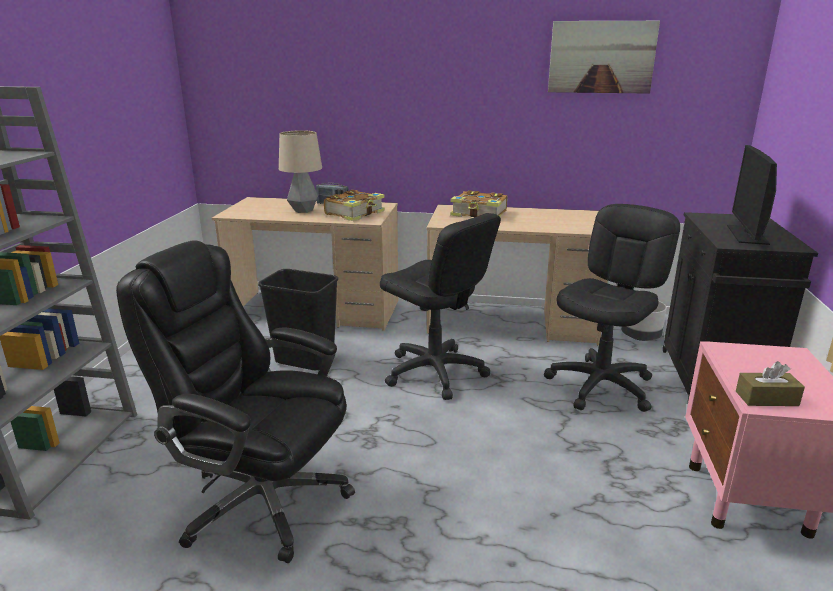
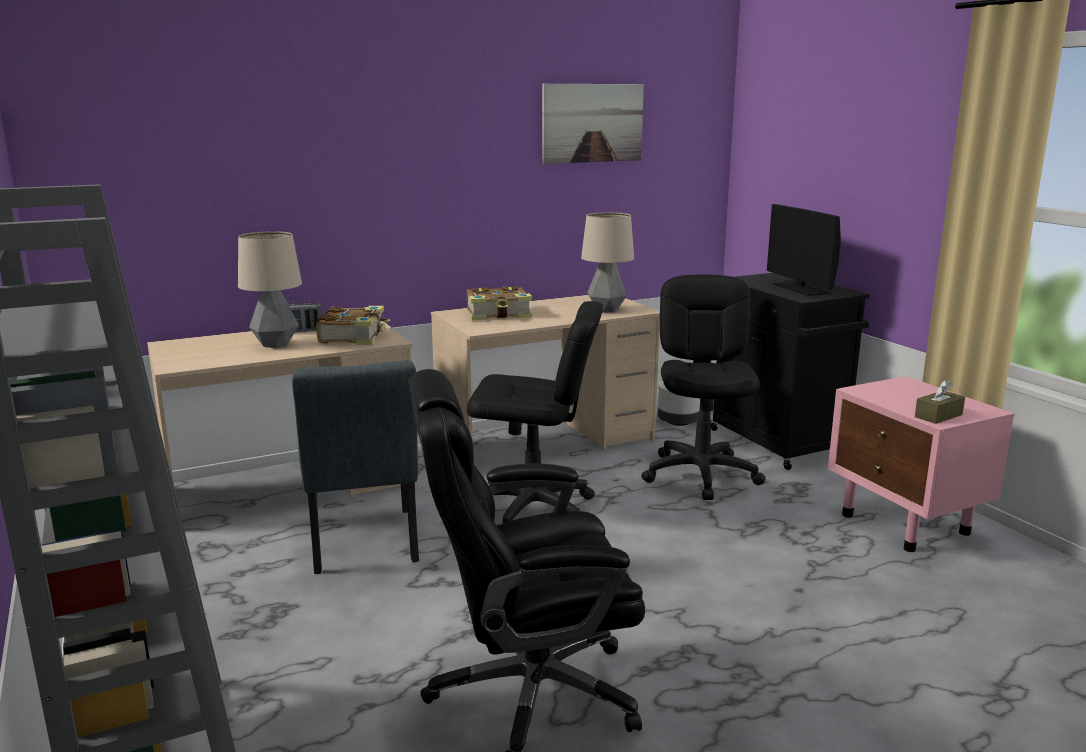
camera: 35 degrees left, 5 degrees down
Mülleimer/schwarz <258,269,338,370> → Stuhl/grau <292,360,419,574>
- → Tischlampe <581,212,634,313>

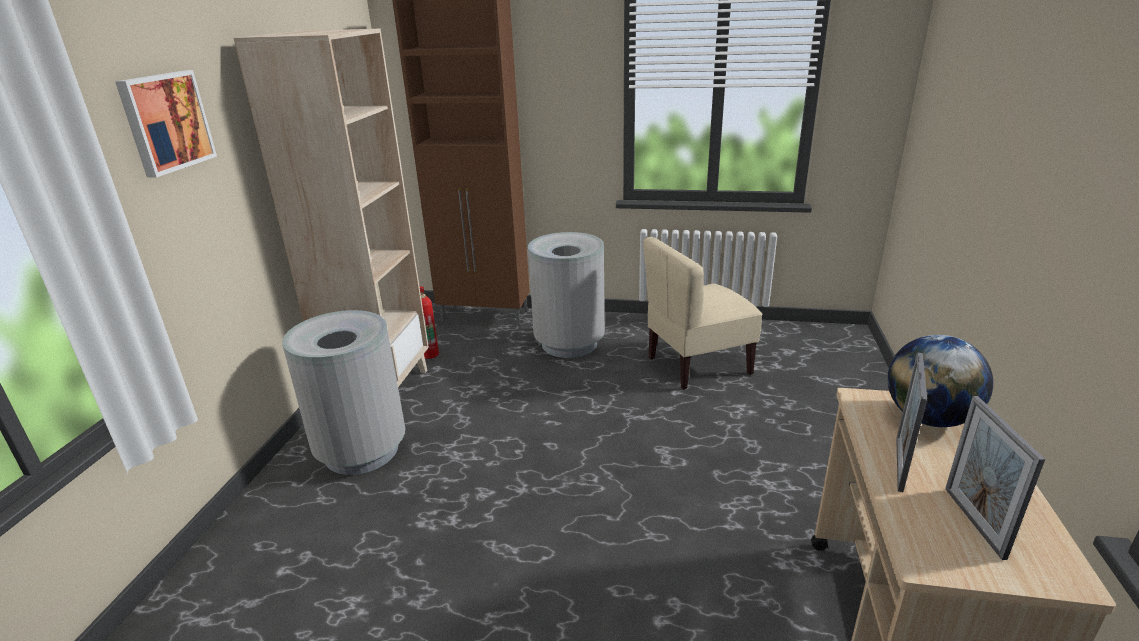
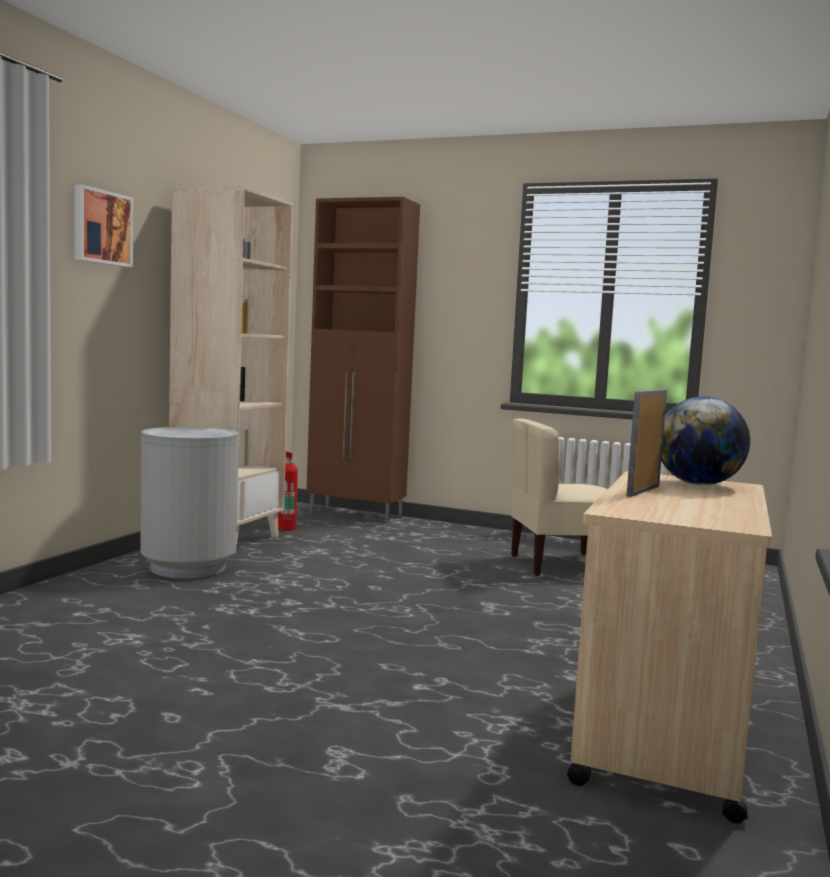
camera: 10 degrees right, 20 degrees down
Mülleimer/grau <528,232,605,358> → -
Bilderrahmen <945,396,1045,560> → -

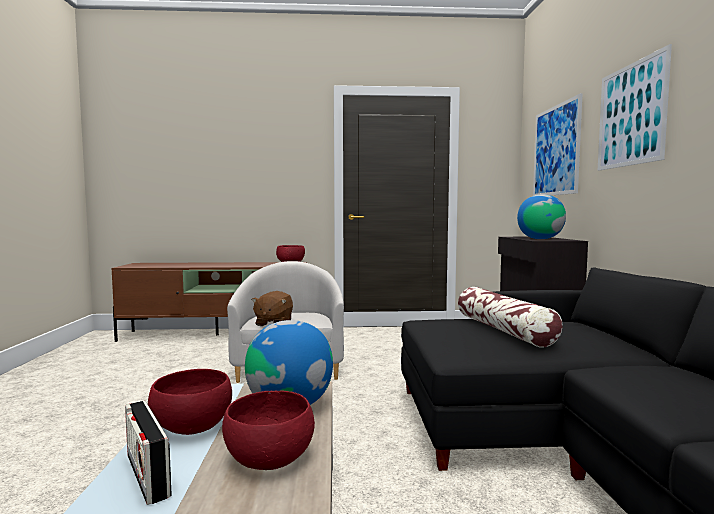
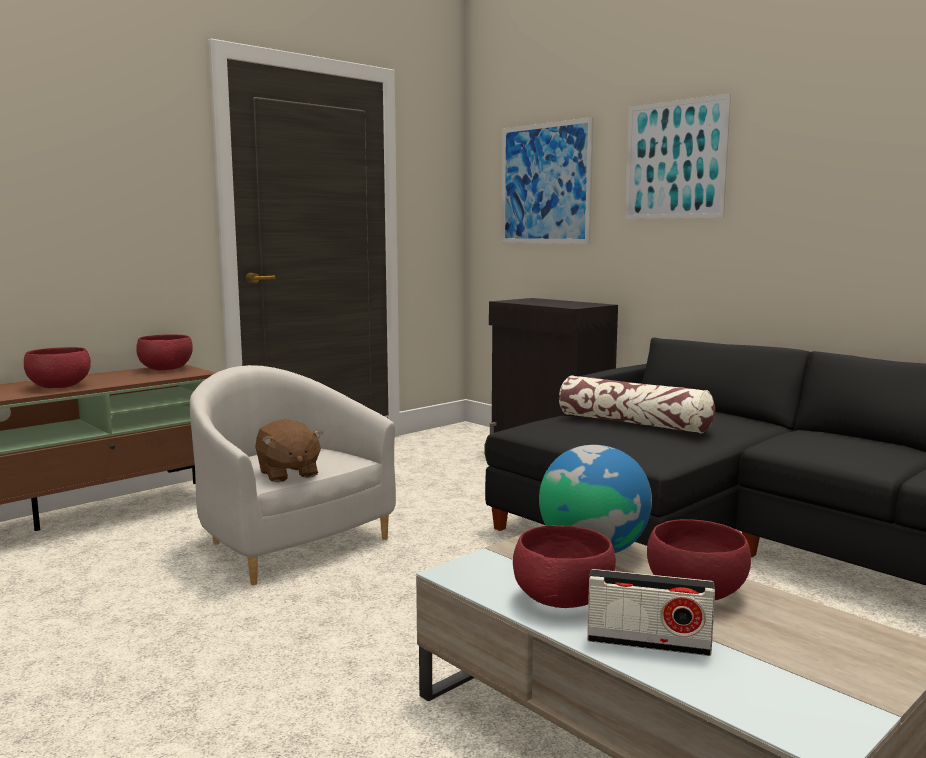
camera: 40 degrees left, 5 degrees up
Globus <517,194,566,239> → -
- → Schüssel/rot <24,347,91,388>

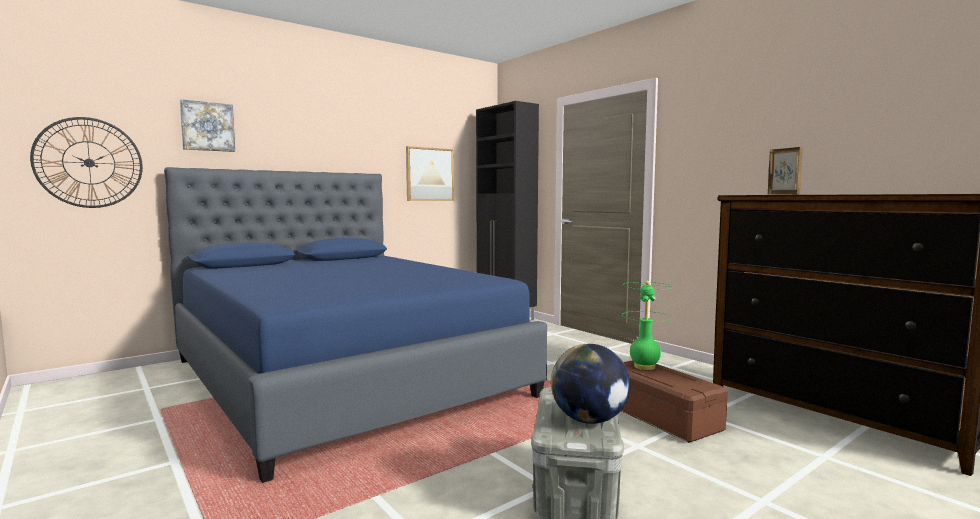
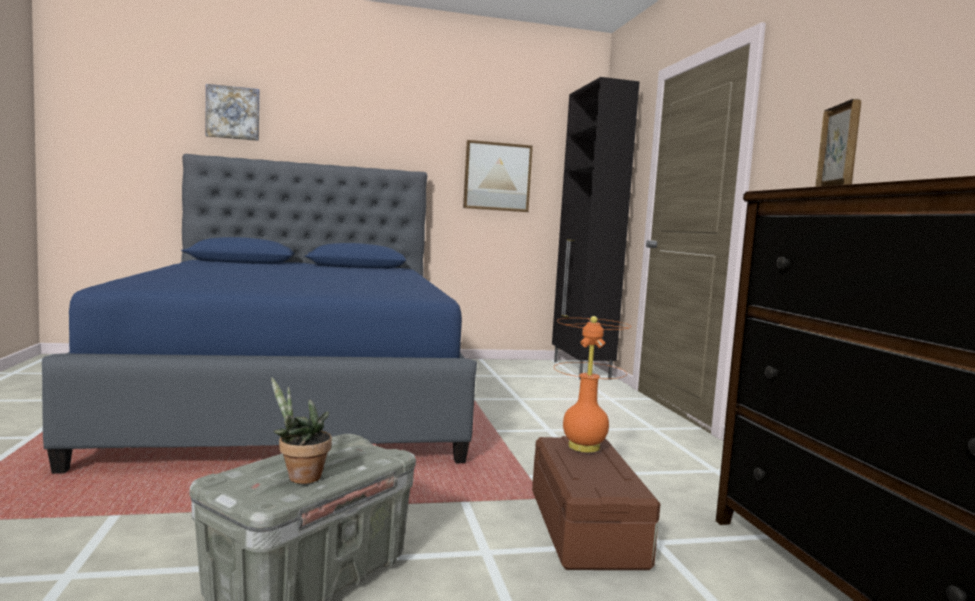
camera: 25 degrees right, 0 degrees up
Wanduhr <30,117,143,208> → -
Globus <551,344,630,424> → Topfpflanze <271,377,332,484>
Tischlampe/grün <622,281,673,370> → Tischlampe/orange <554,316,631,453>

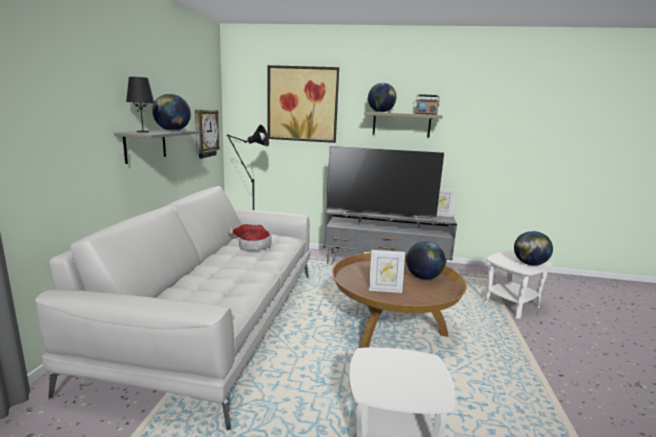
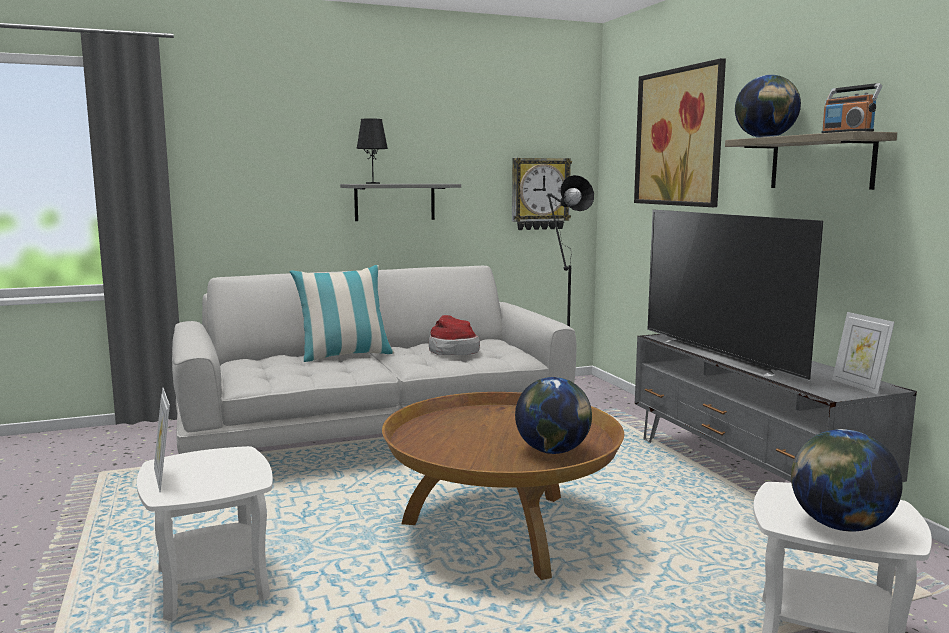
camera: 60 degrees right, 5 degrees down
Globus <152,94,191,131> → -
Bilderrahmen <369,250,405,293> → Bilderrahmen <154,387,170,492>, shifted
- → Kissen <290,265,394,362>

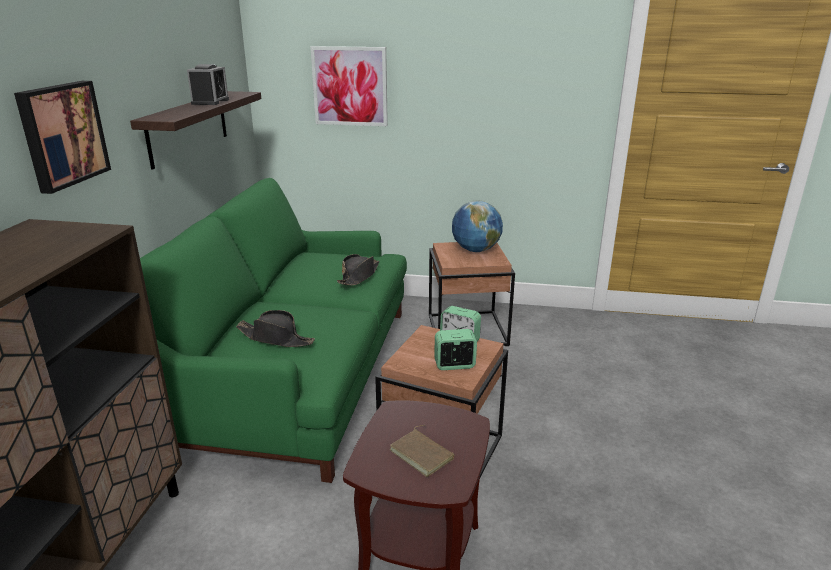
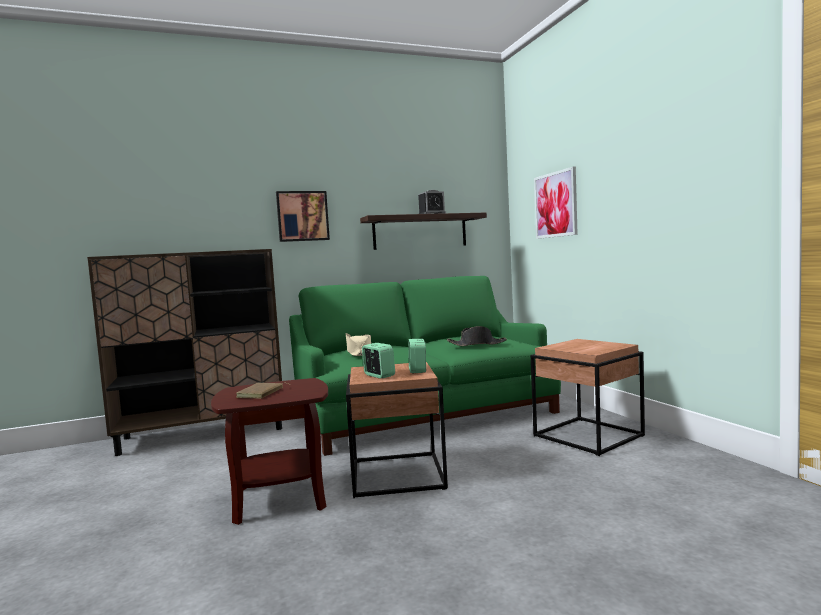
camera: 60 degrees right, 20 degrees down
Hut/schwarz <236,310,315,347> → Hut/beige <346,333,371,356>
Globus <452,201,503,252> → -

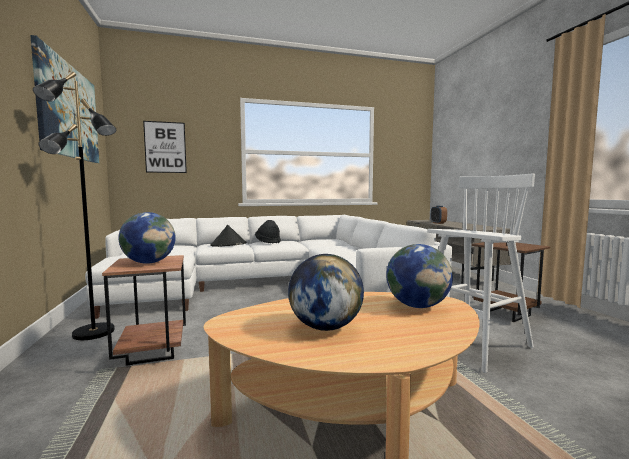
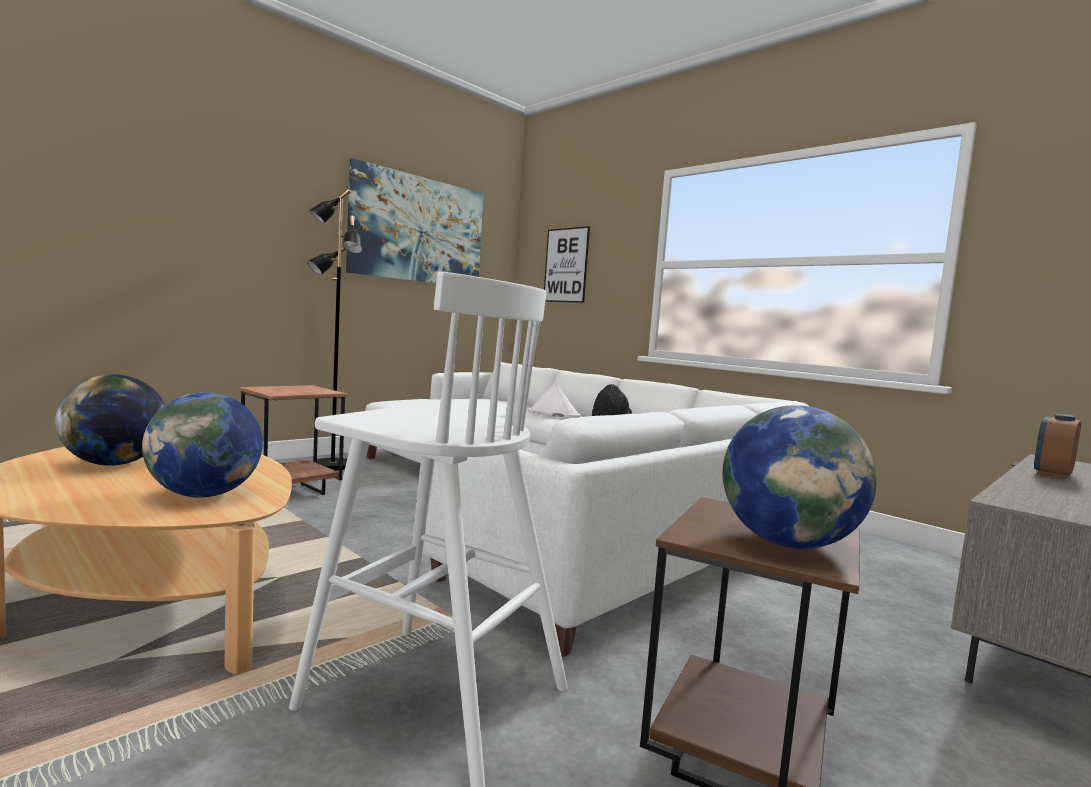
camera: 60 degrees right, 0 degrees up
Globus <118,212,176,264> → Globus <722,405,877,549>, shifted
Hut/schwarz <210,225,247,247> → Hut/weiß <528,382,581,418>

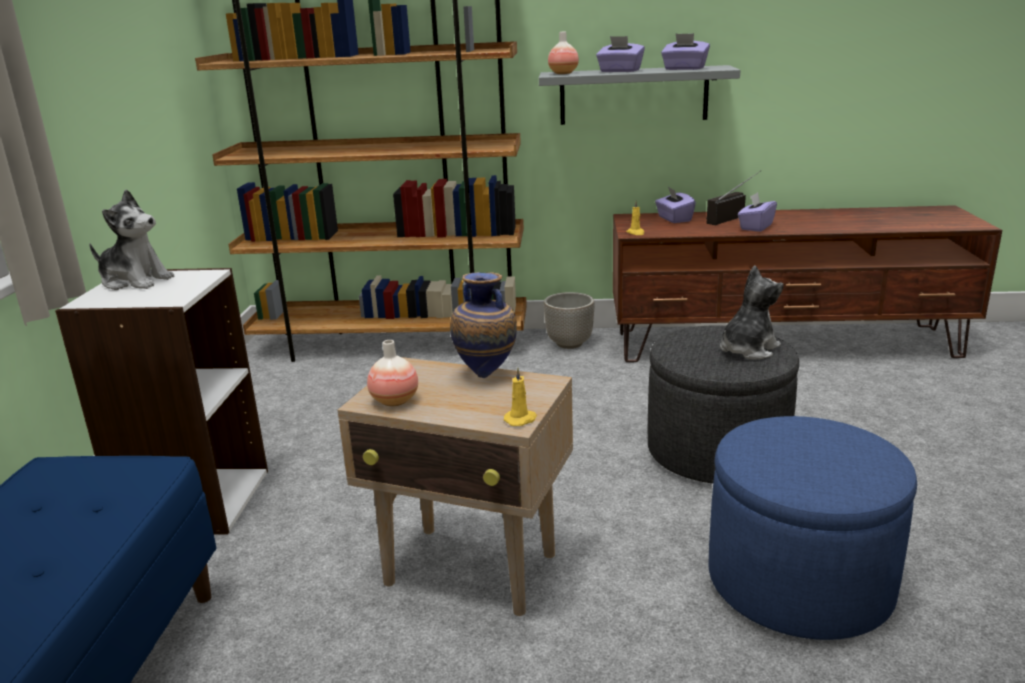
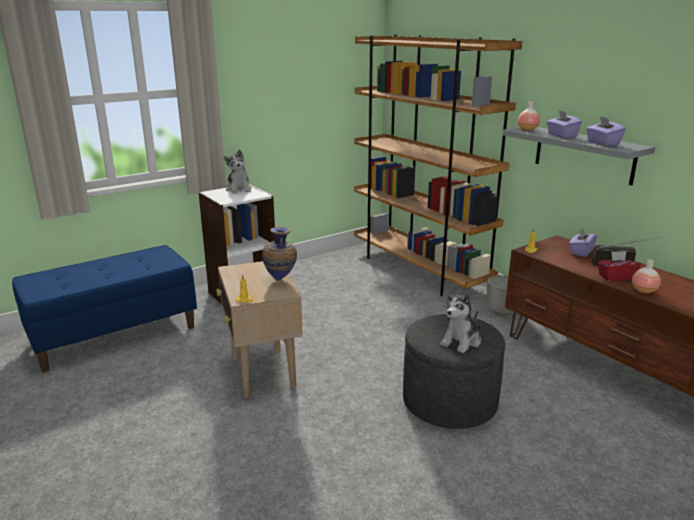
camera: 50 degrees right, 0 degrees up
Vase <367,340,418,406> → Vase <632,259,661,293>, shifted
Polsterhocker/blau <708,416,917,640> → -
Plüschtier <720,265,784,360> → Plüschtier <440,291,481,353>, 120 degrees clockwise
Taschentuchbox/lila <738,192,777,232> → Taschentuchbox/rot <597,251,641,281>

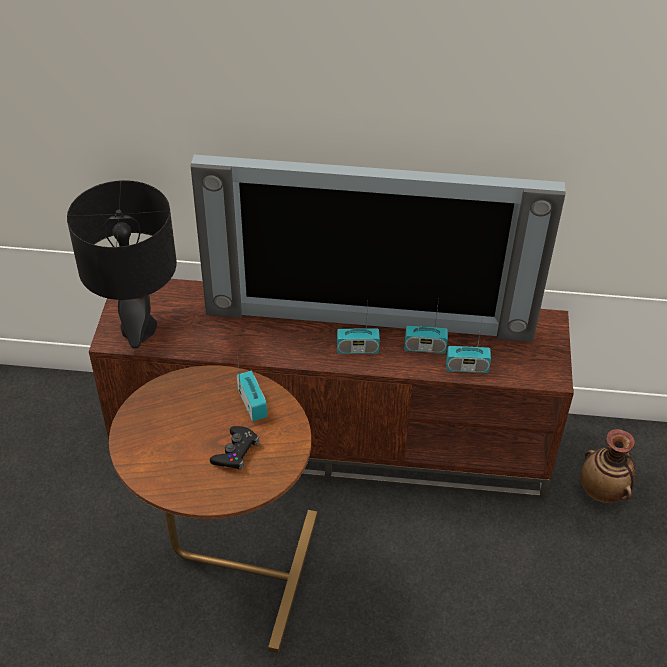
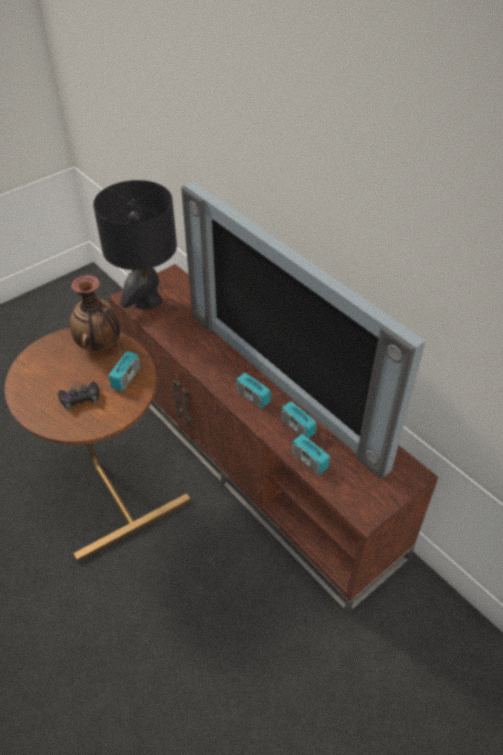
camera: 45 degrees right, 0 degrees up
Vase <581,429,636,503> → Vase <70,275,120,351>, shifted

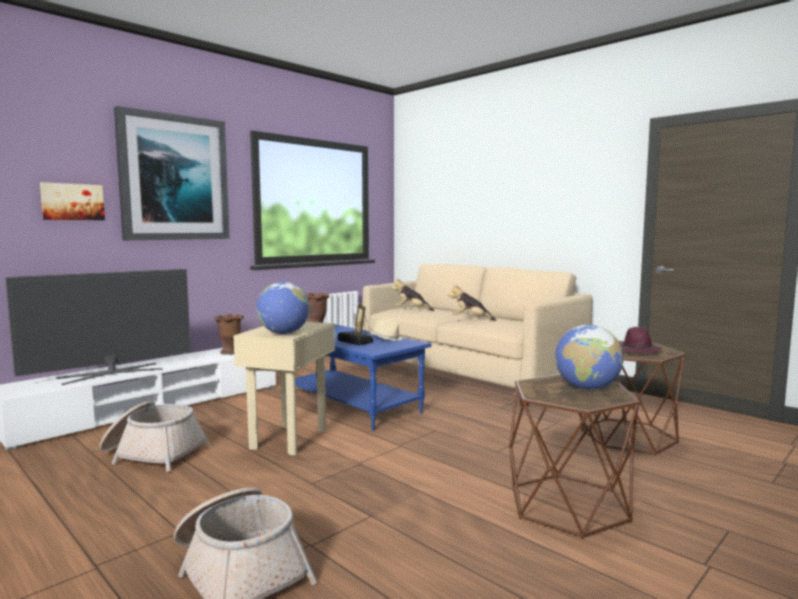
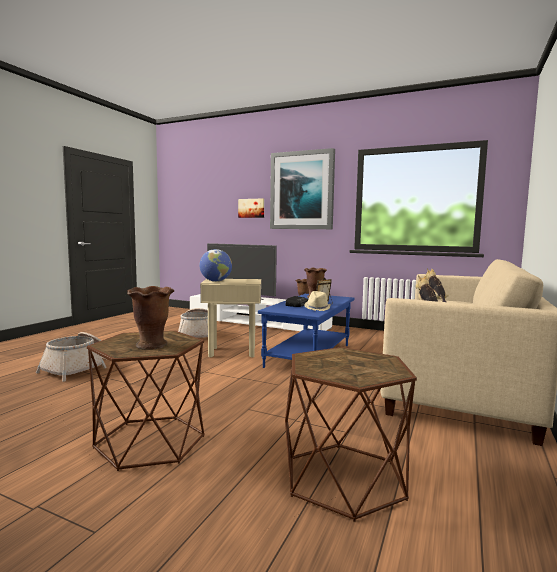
camera: 70 degrees right, 0 degrees up
Globus <555,325,624,390> → Vase/braun <127,286,175,350>
Hut/lila <620,327,663,353> → -

